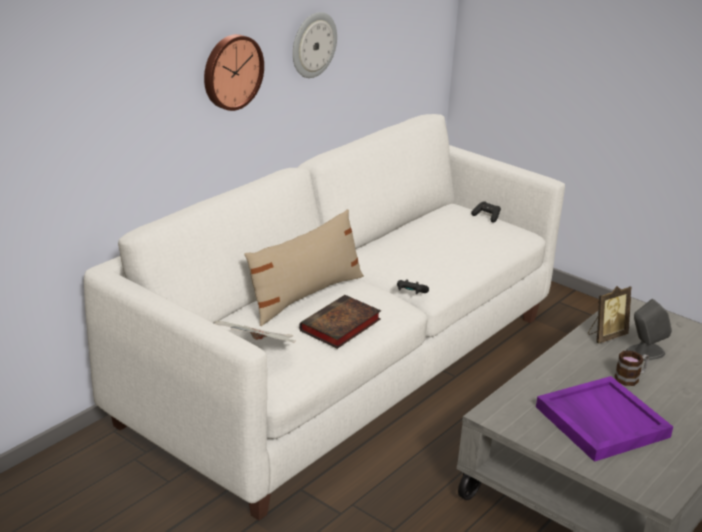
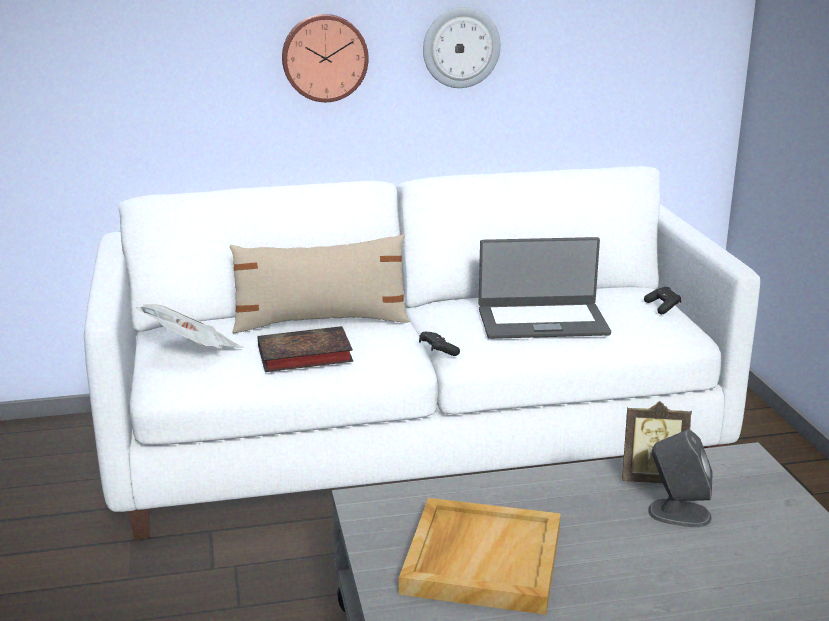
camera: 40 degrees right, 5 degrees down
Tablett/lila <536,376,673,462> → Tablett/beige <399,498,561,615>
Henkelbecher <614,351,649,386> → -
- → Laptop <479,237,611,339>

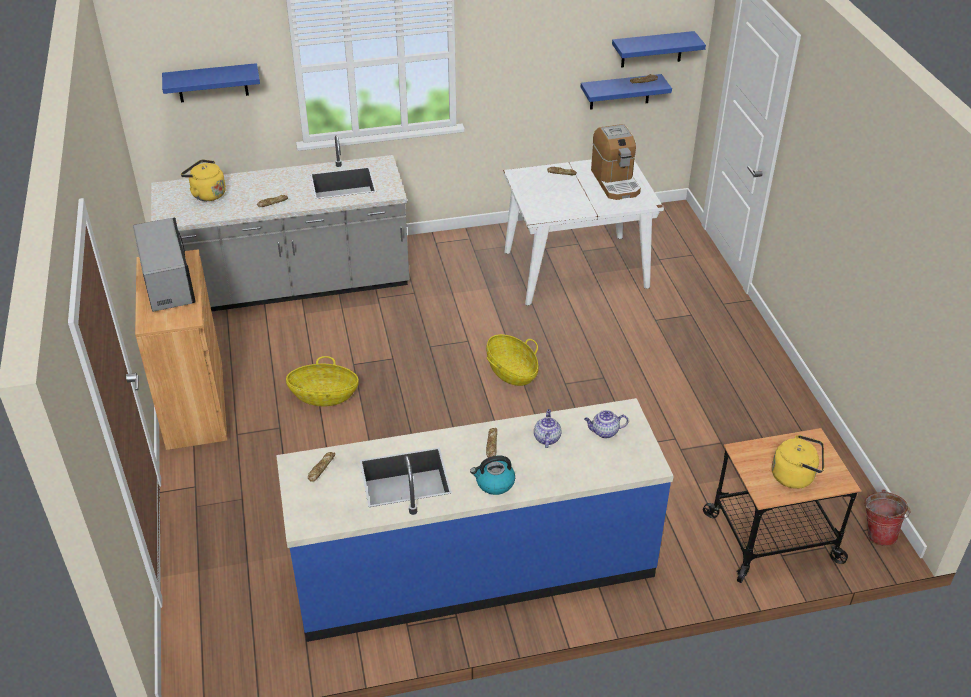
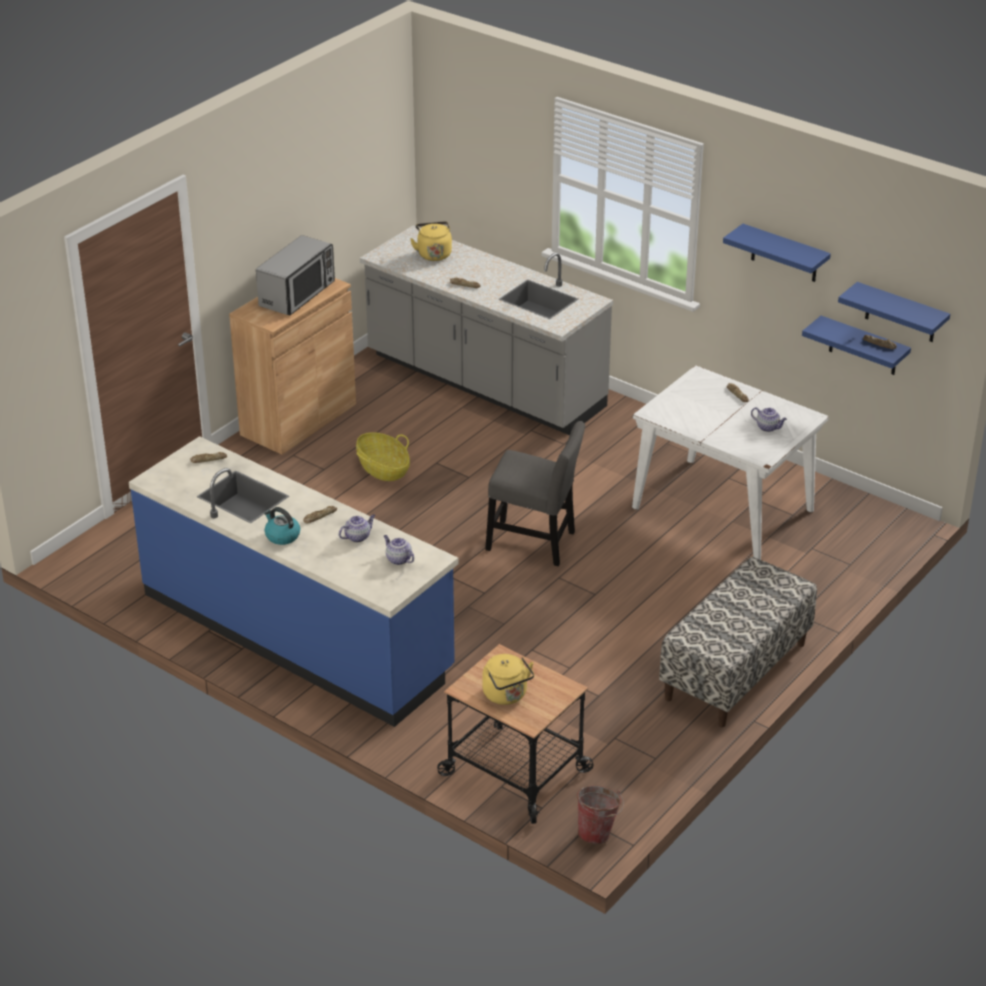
camera: 50 degrees right, 5 degrees down
Wandregal/blau <162,63,260,102> → Wandregal/blau <723,224,831,282>, shifted
Korb <486,334,539,386> → Stuhl/grau <485,421,585,566>
Kaffeemaschine <591,124,641,200> → Teekanne <751,407,787,432>
- → Bank <659,557,817,727>

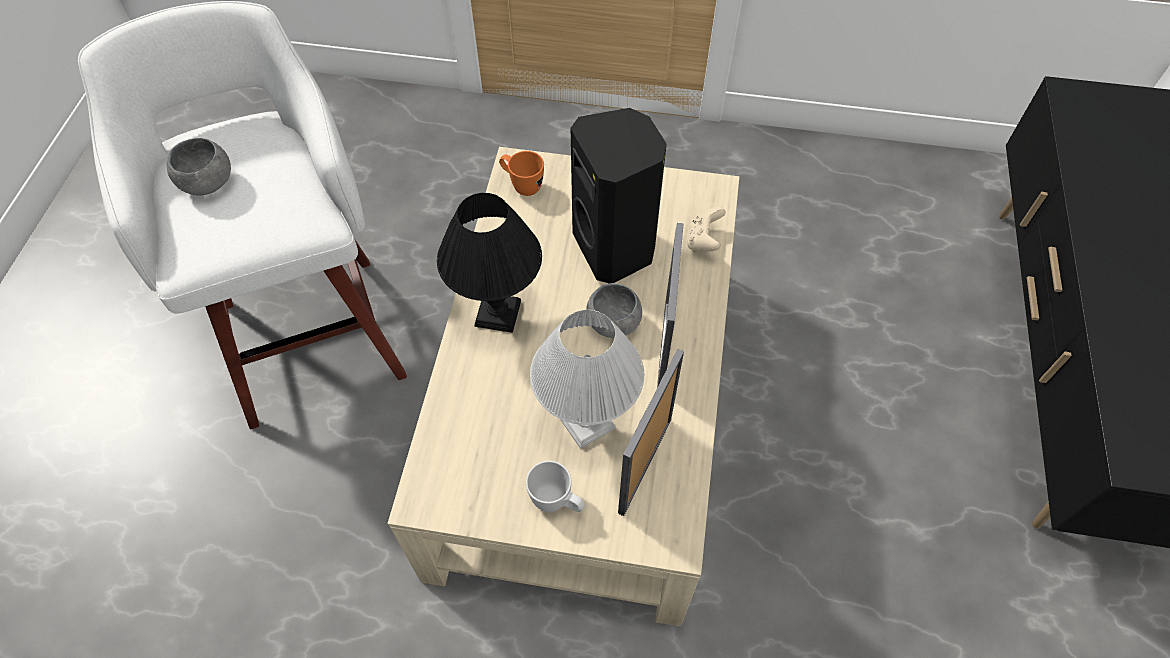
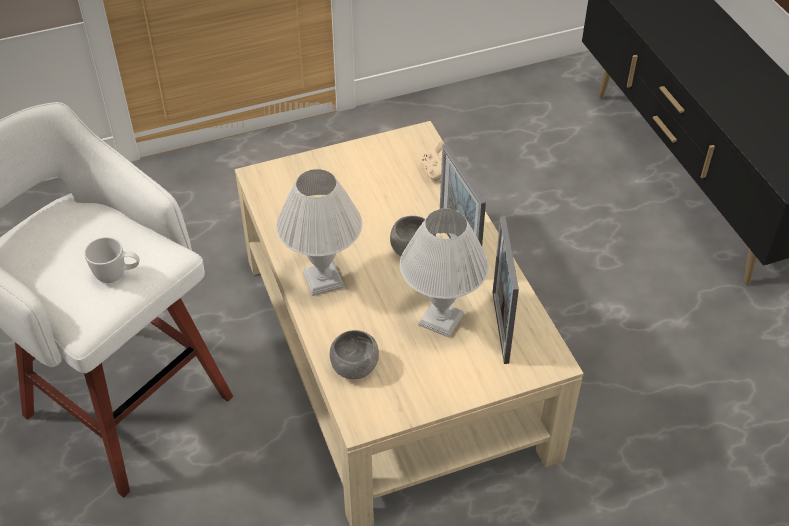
camera: 30 degrees left, 10 degrees down
Schüssel/grau <167,138,231,196> → Schüssel/grau <330,330,379,379>, shifted
Tischlampe/schwarz <437,193,542,333> → Tischlampe/weiß <276,169,362,296>
Henkelbecher/orange <499,151,544,196> → -
Henkelbecher/weiß <526,461,585,512> → Henkelbecher/weiß <84,237,139,283>, shifted
Lautsprecher/schwarz <571,108,667,283> → -

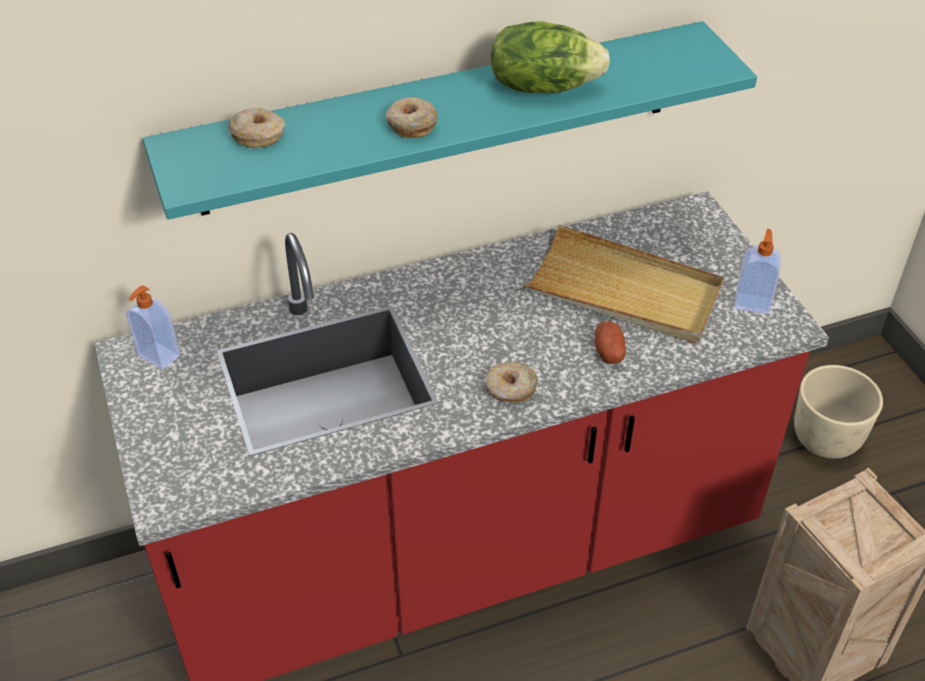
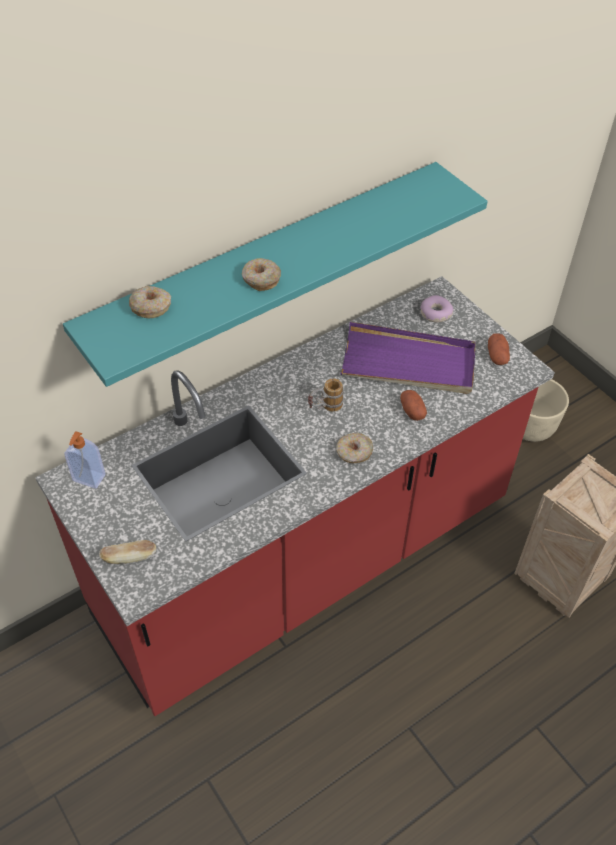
camera: 15 degrees left, 5 degrees up
Salatkopf <491,21,610,93> → -
Tablett/beige <523,225,724,343> → Tablett/lila <340,322,475,394>
Seifenspender <734,229,781,314> → Kartoffel <488,334,510,365>
- → Brot <99,540,156,564>
- → Henkelbecher <308,378,344,411>
- → Donut <421,295,454,322>

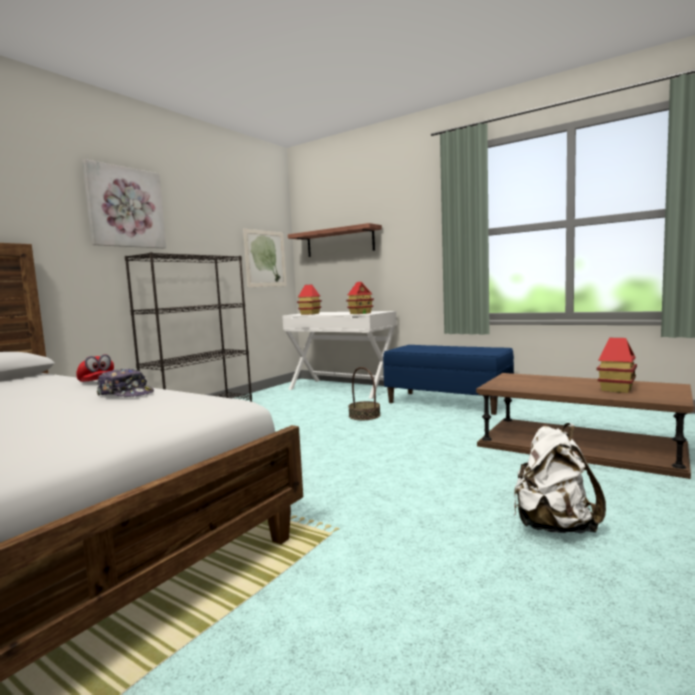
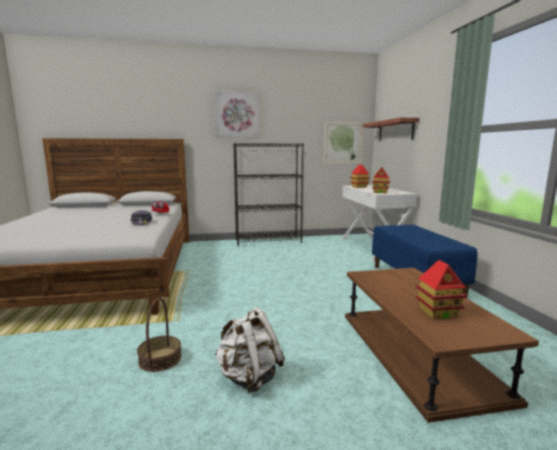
camera: 45 degrees right, 5 degrees up
Korb <348,367,381,420> → Korb <137,297,182,372>, shifted

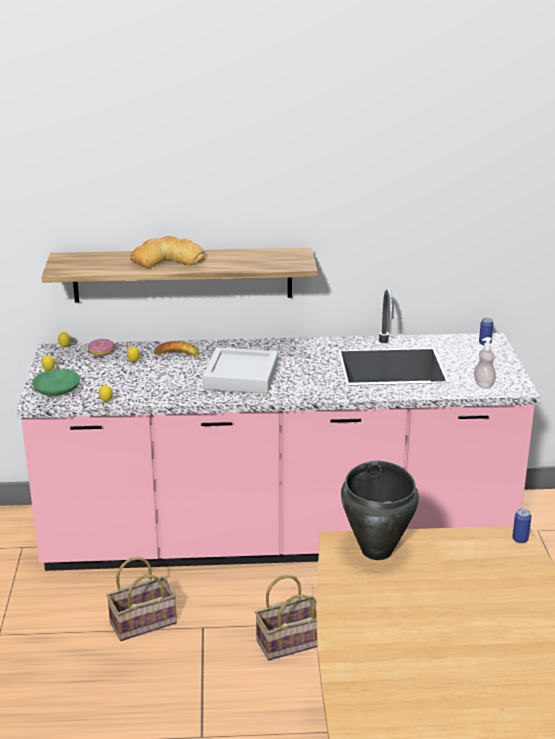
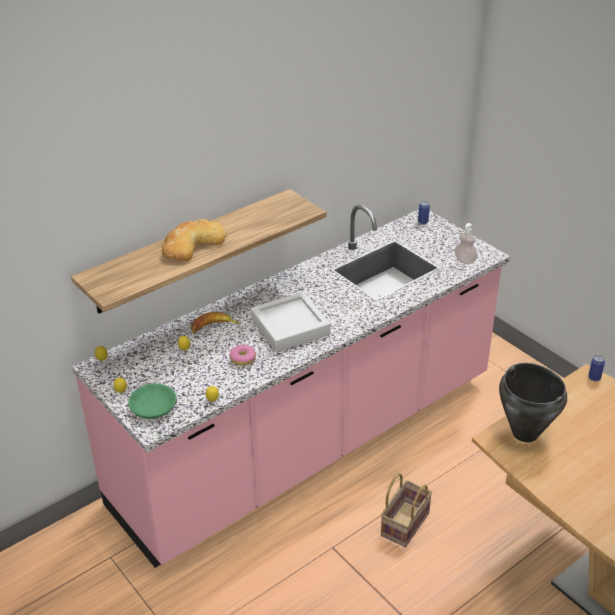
camera: 35 degrees left, 10 degrees up
Donut <88,339,115,356> → Donut <229,345,256,366>, shifted
Korb <106,557,177,641> → -

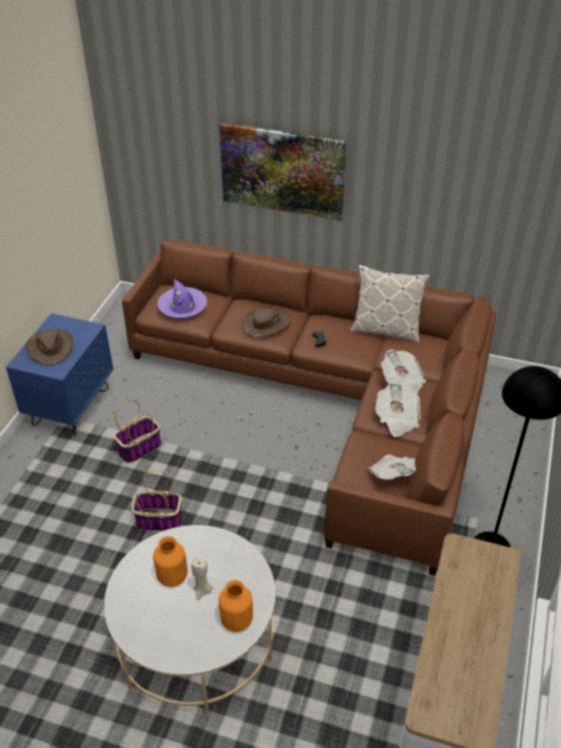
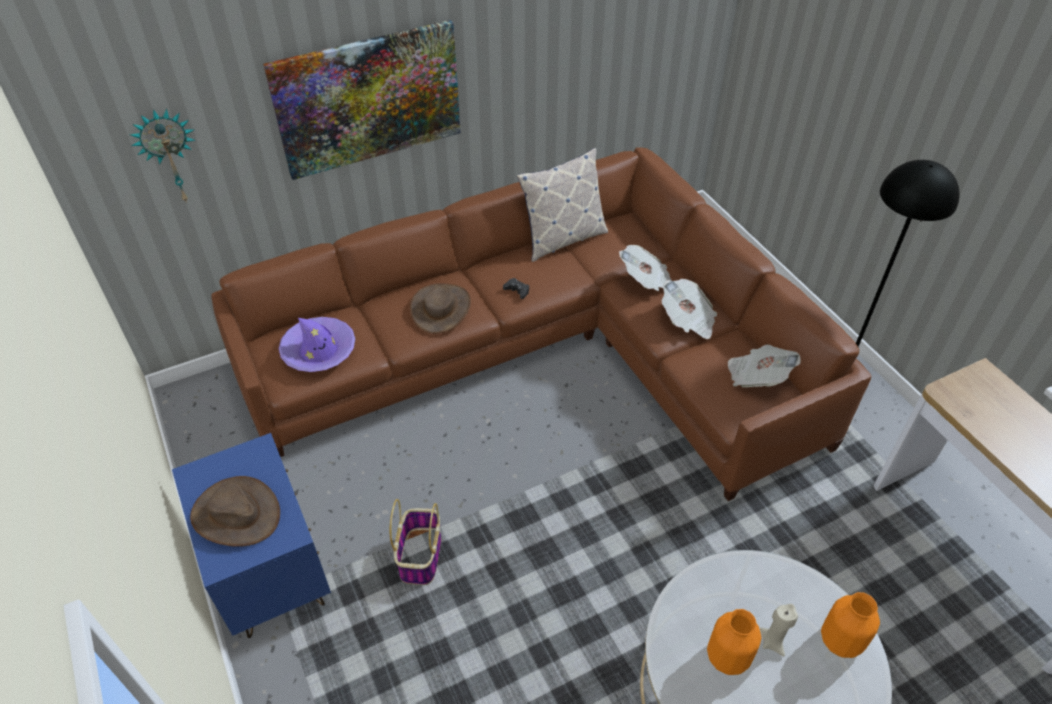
camera: 45 degrees left, 5 degrees up
Korb <132,469,183,531> → -
- → Wanduhr <129,109,196,203>

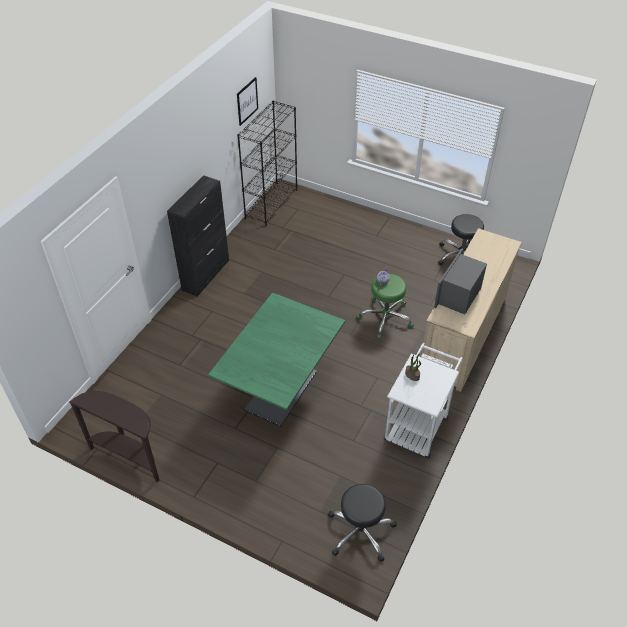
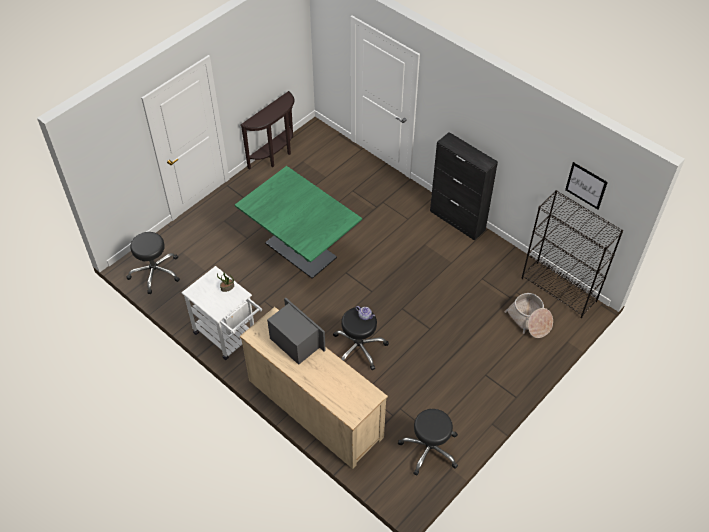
camera: 105 degrees right, 5 degrees up
Hocker/grün <356,274,414,339> → Hocker/schwarz <333,307,389,370>
- → Korb <505,293,553,338>

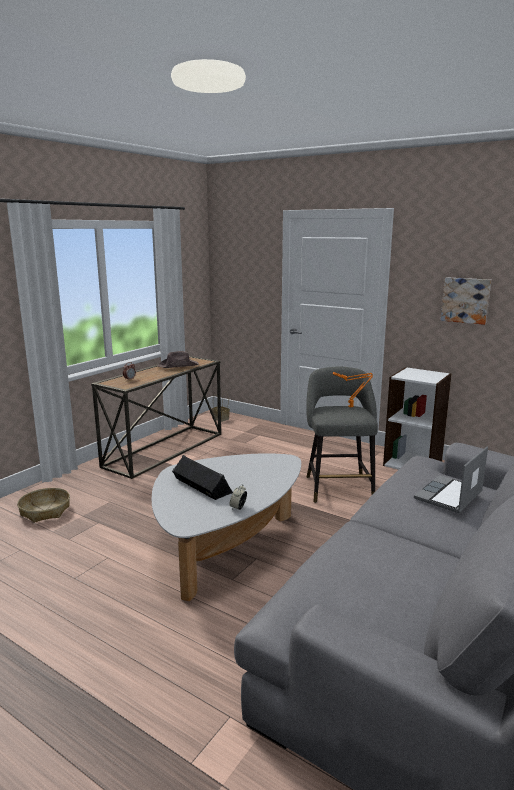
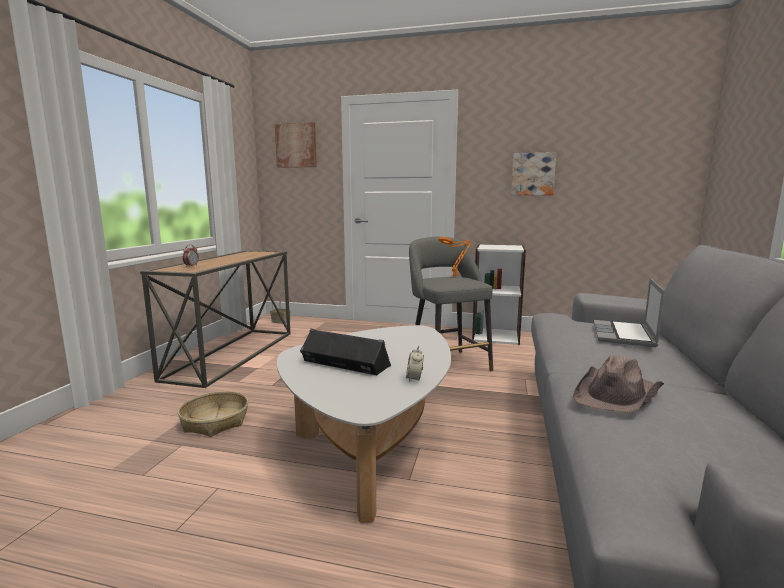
camera: 20 degrees left, 5 degrees down
Korb <17,488,70,523> → Korb <178,391,248,437>, shifted
Hut/braun <158,351,199,368> → Hut/braun <572,355,664,413>, shifted
- → Bild <275,122,317,168>

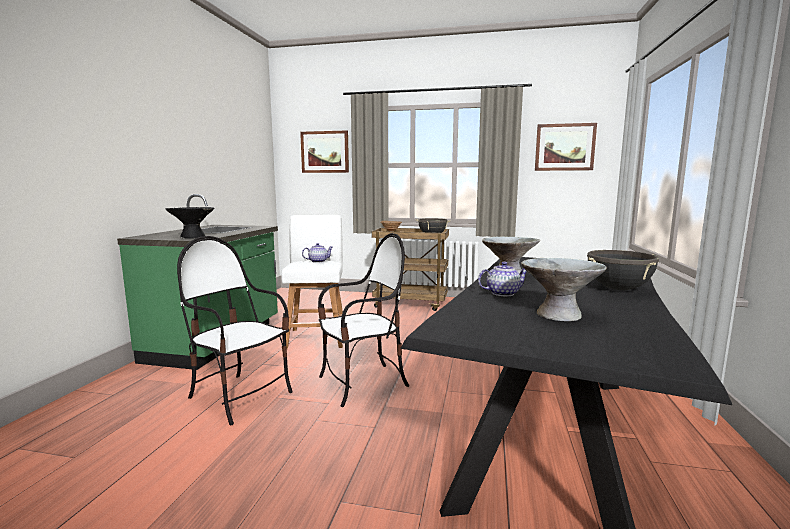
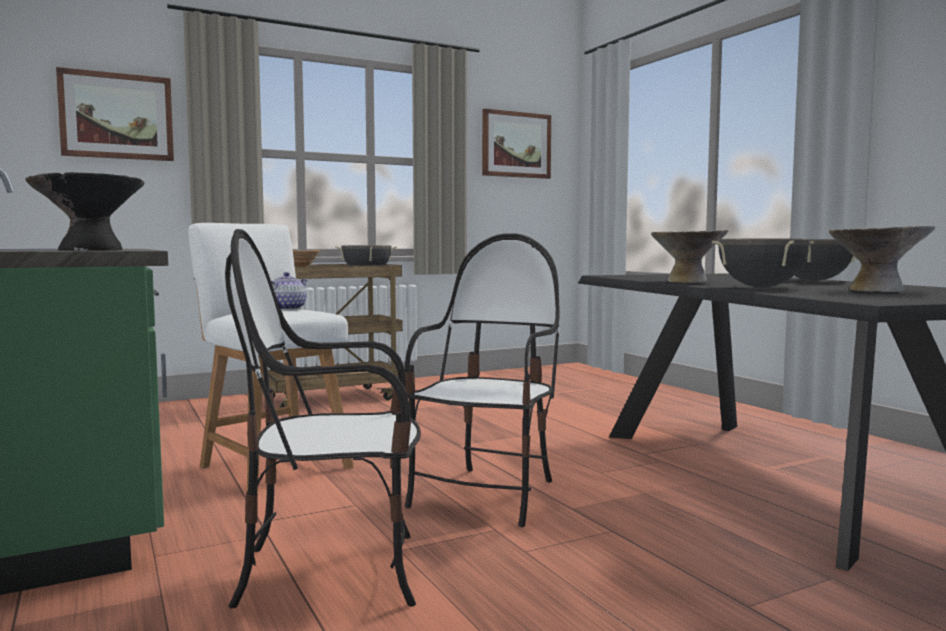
camera: 40 degrees left, 5 degrees down
Teekanne <478,262,526,296> → Kochtopf/schwarz <712,239,814,287>

